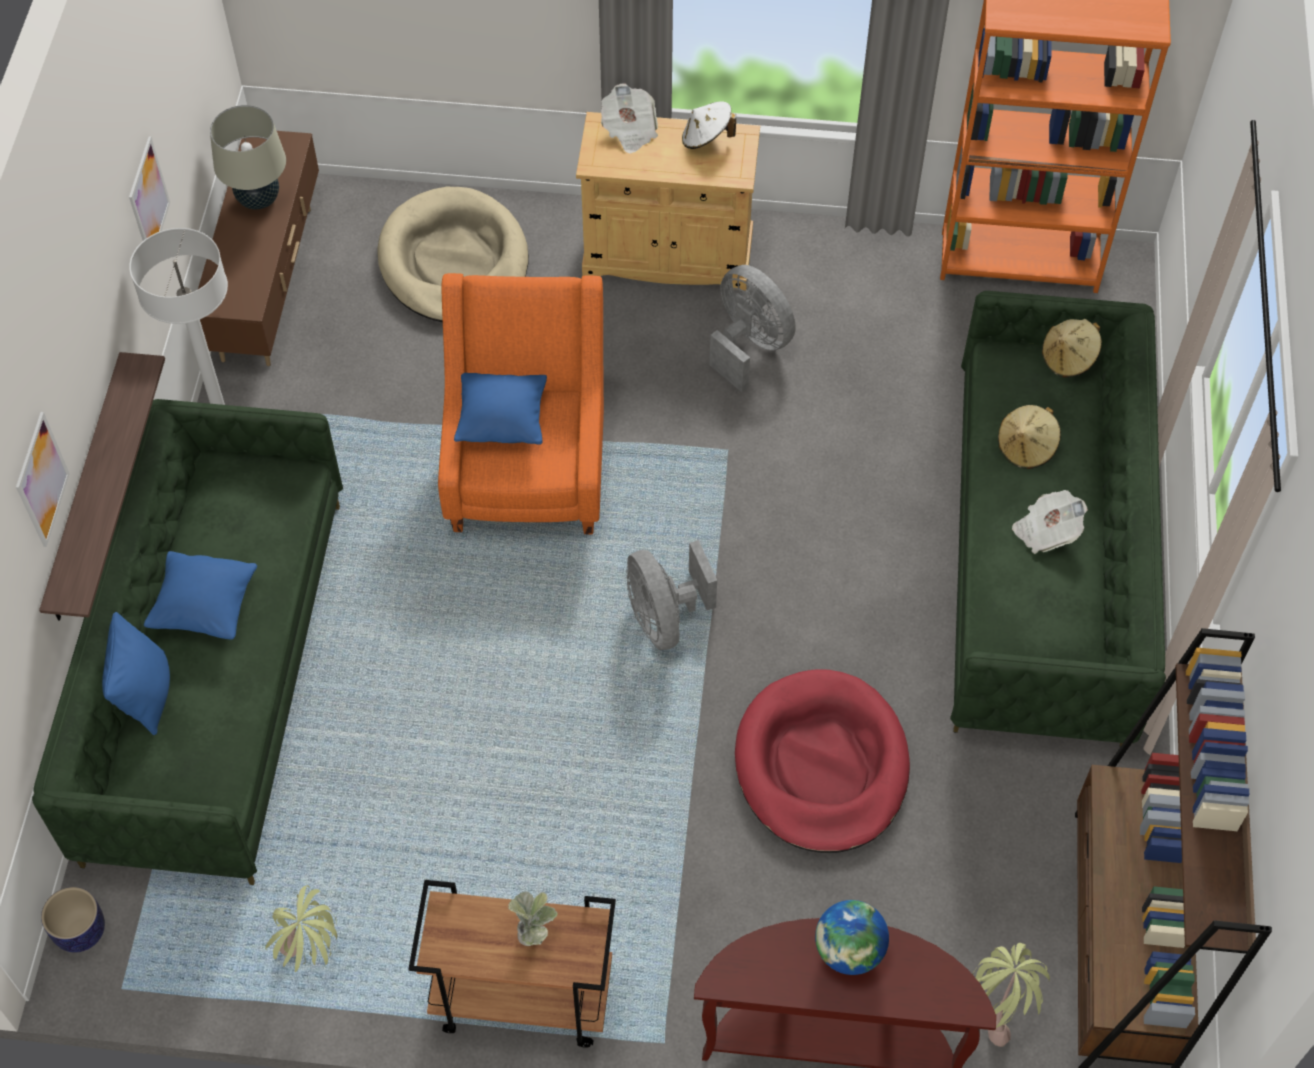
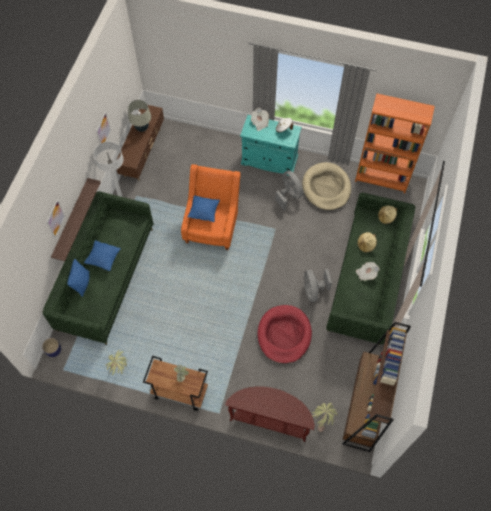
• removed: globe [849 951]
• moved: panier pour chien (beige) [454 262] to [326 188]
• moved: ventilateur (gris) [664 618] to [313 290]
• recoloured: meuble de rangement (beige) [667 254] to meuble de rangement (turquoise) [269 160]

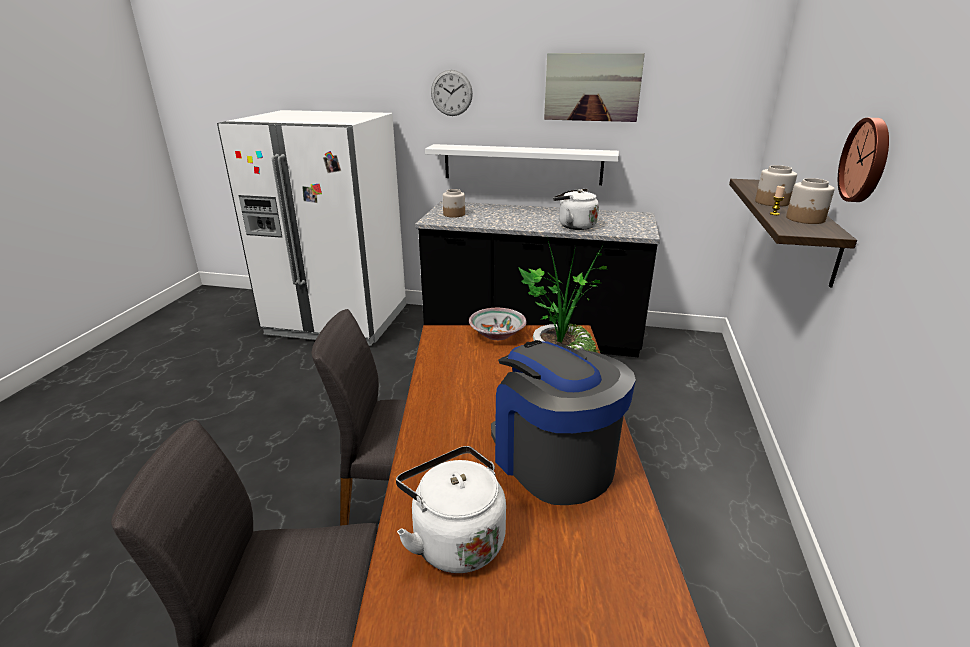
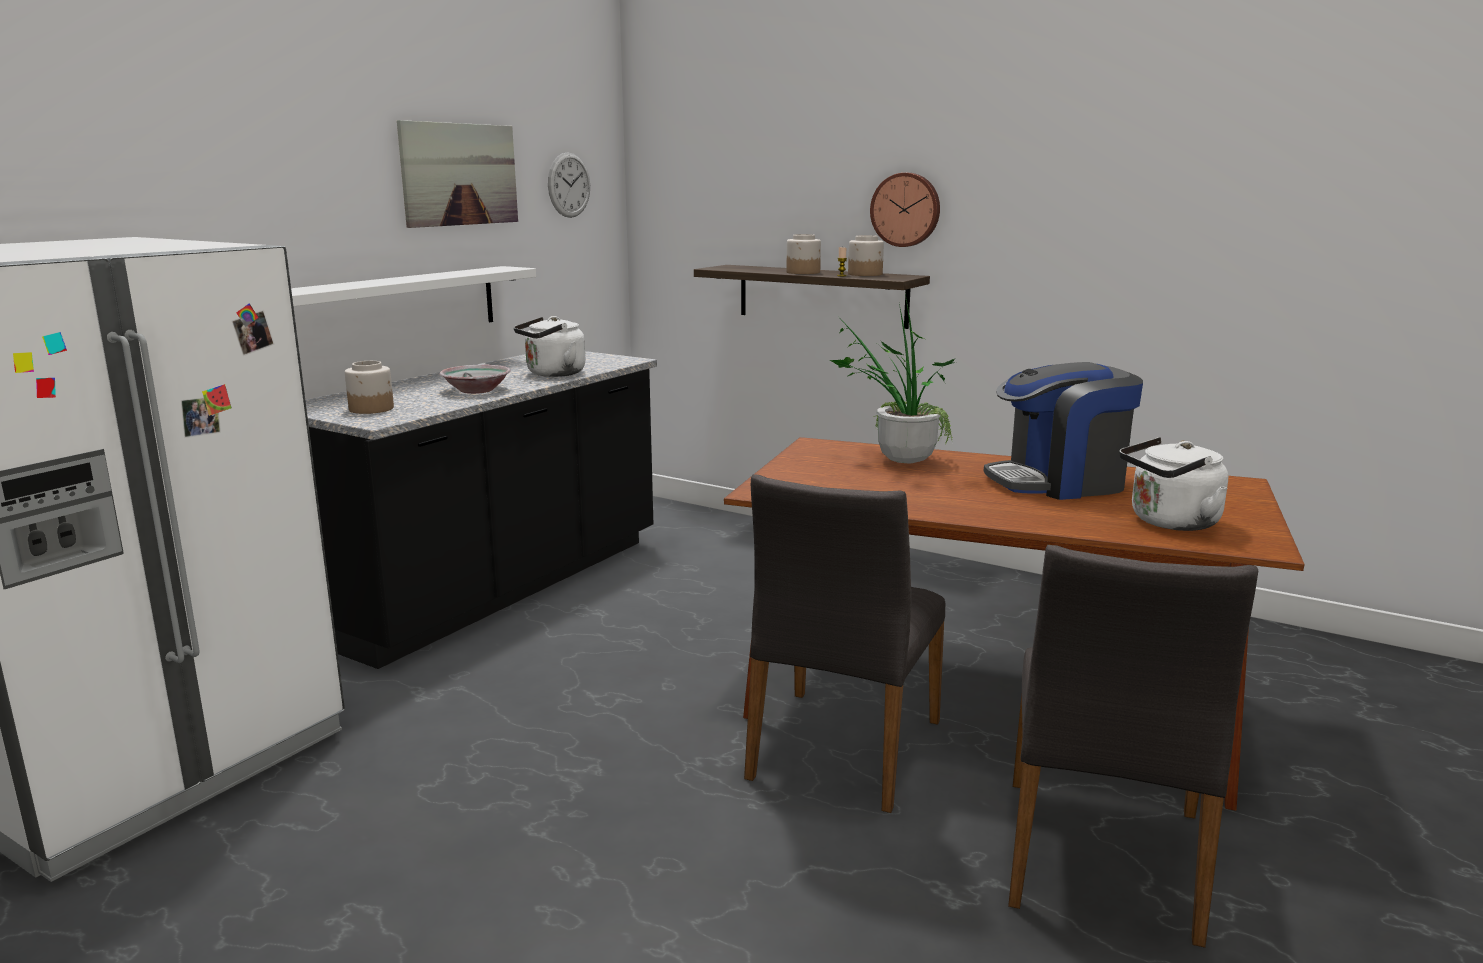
• moved: horloge murale [451 93] to [569 185]
• moved: bol [497 334] to [477 390]

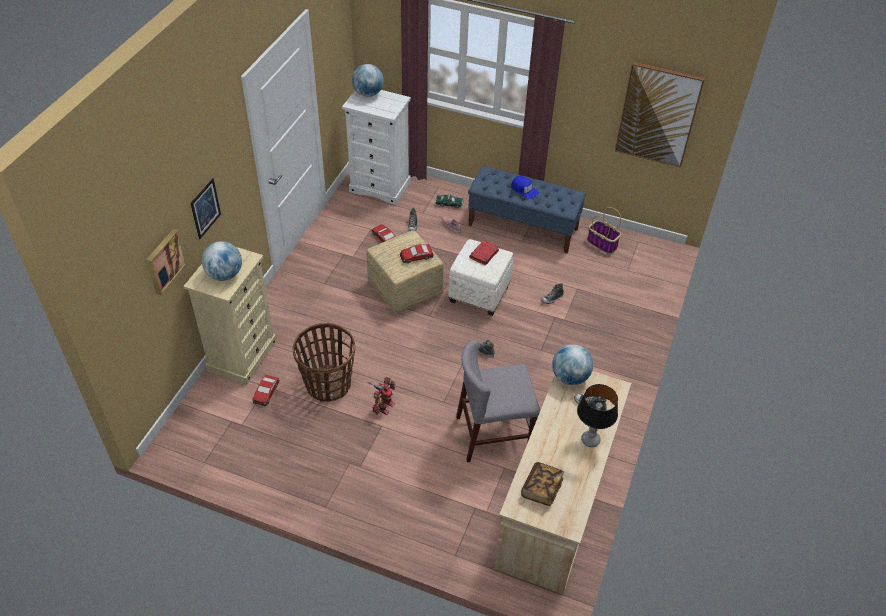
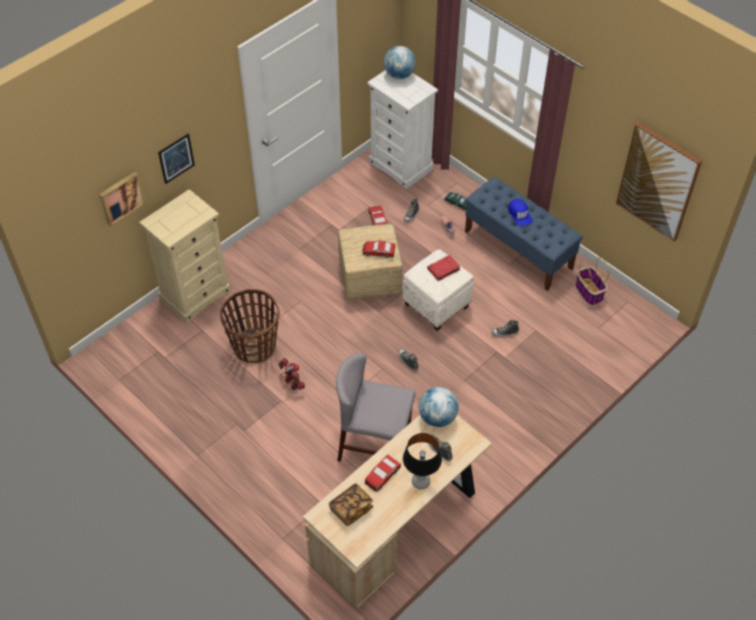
• removed: globe [225 274]
• moved: petite voiture [266 393] to [382 475]
• turned: robot jouet [384 406] = [292 383] 90 degrees counterclockwise

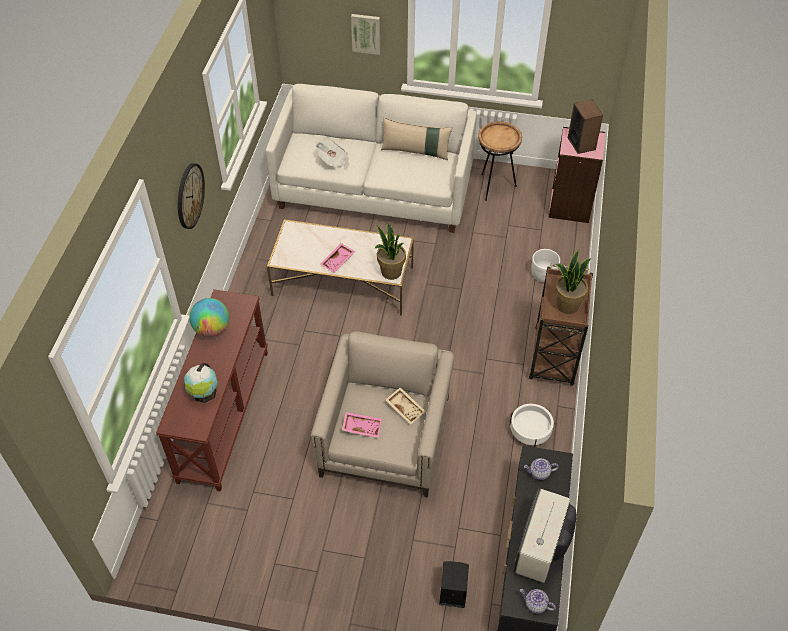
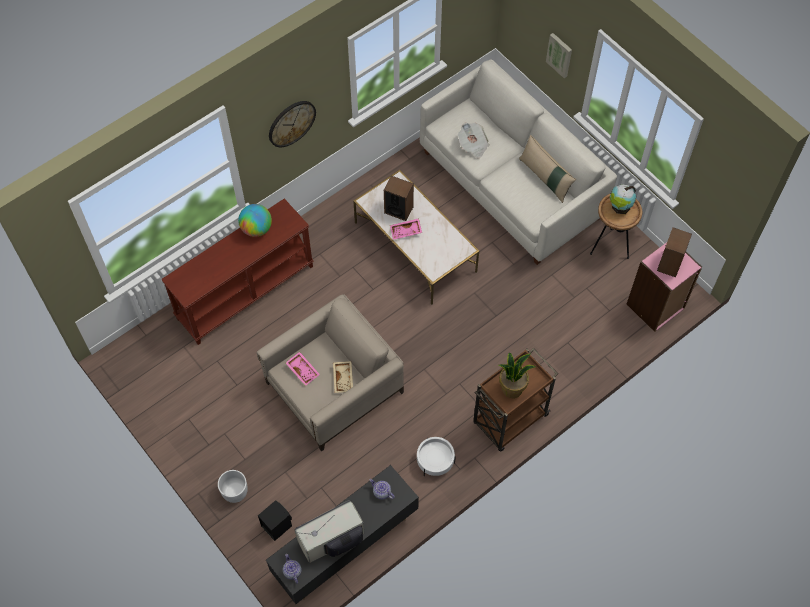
• removed: plante en pot [390 272]
• added: enceinte [398 209]
• moved: globe [204 394] to [620 207]
• moved: cache-pot (blanc) [543 275] to [234 492]

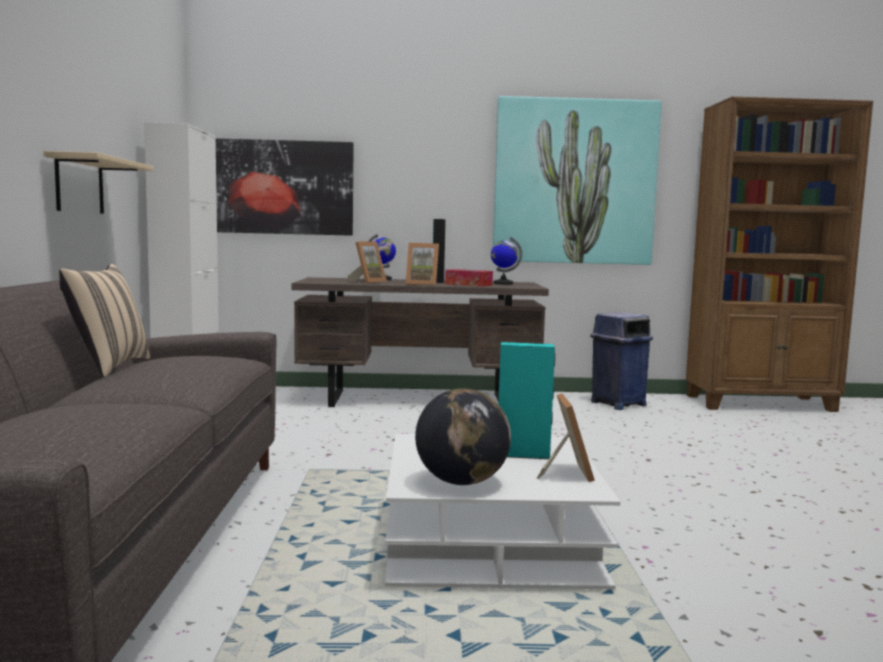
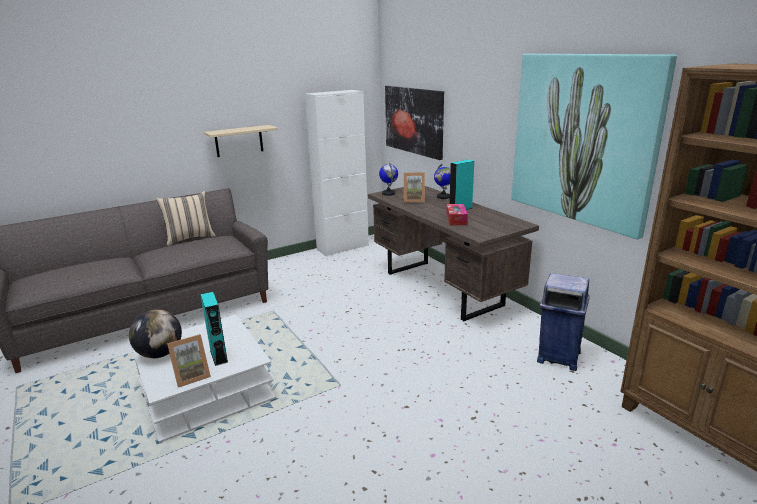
• removed: cadre photo [422 284]
• moved: globe [503 284] to [388 193]

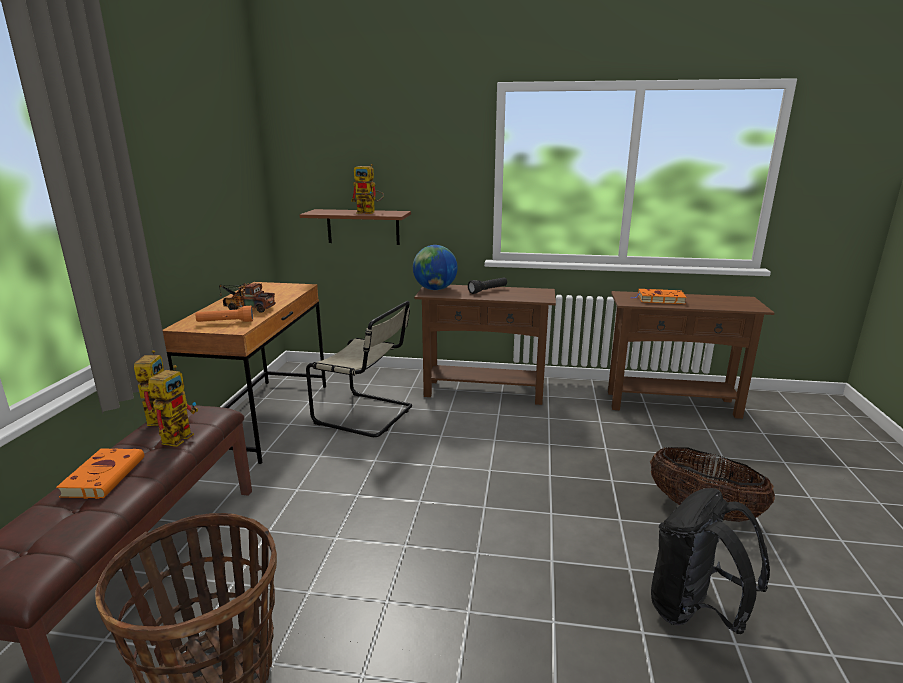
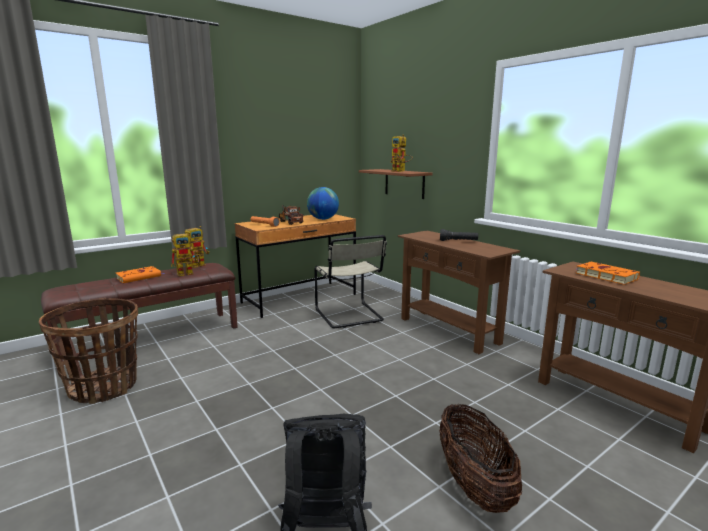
• moved: globe [435 289] to [323 219]

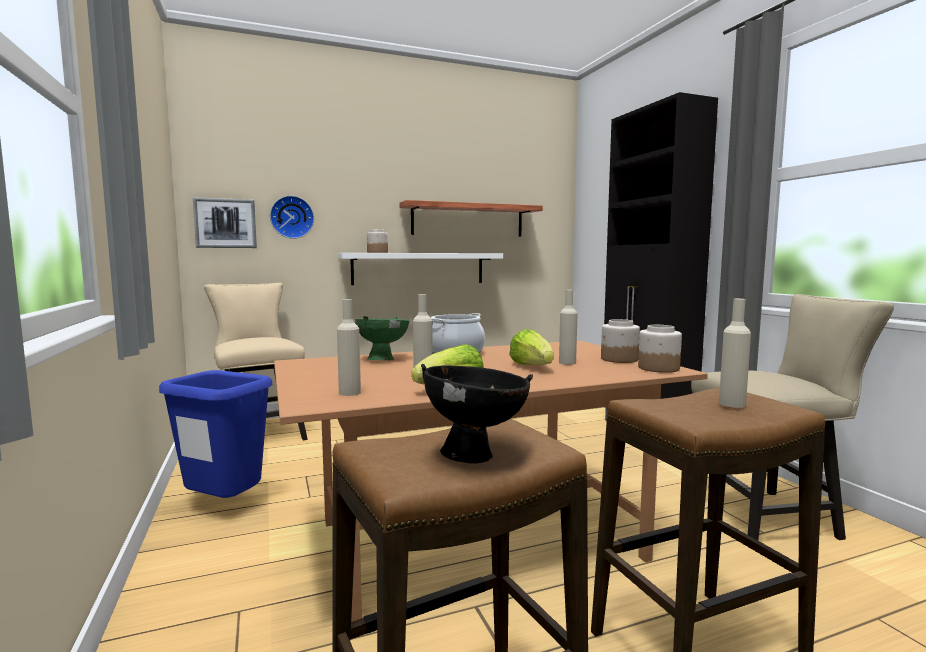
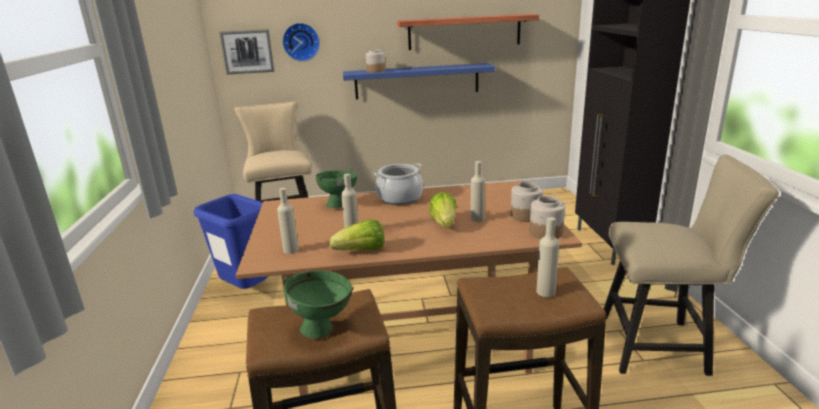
• recoloured: étagère (blanc) [419 268] to étagère (bleu) [417 81]
• recoloured: bol (noir) [478 455] to bol (vert) [324 330]

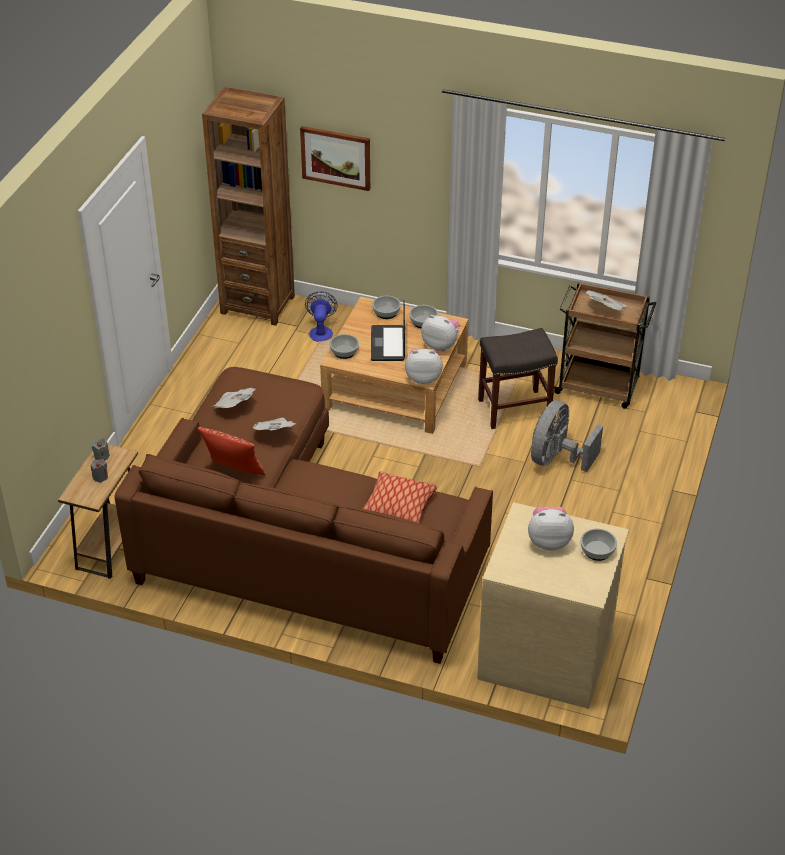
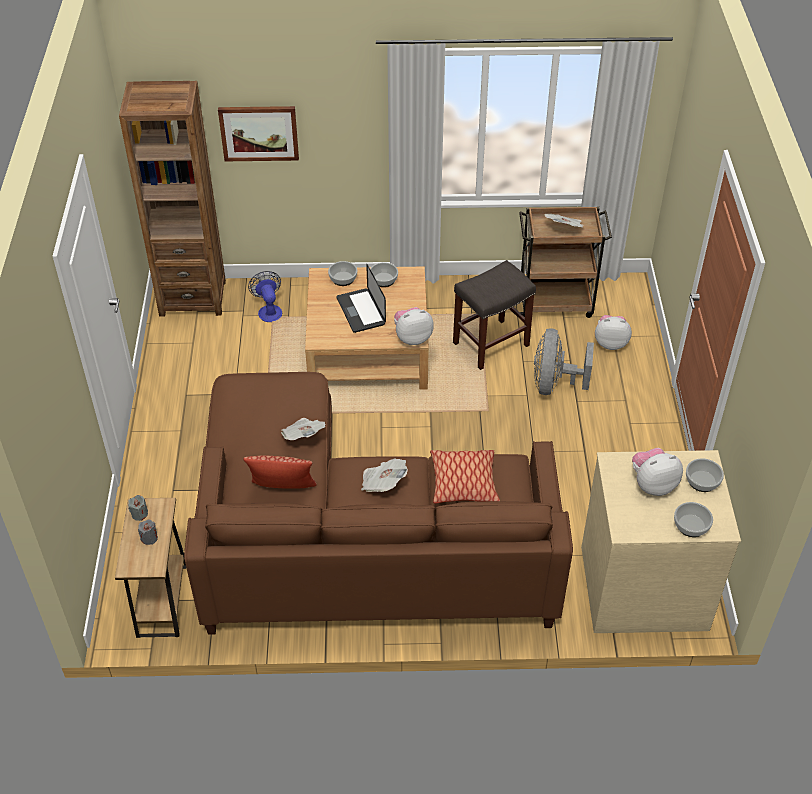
• moved: journal [234 406] to [383 483]
• moved: bol [344 351] to [690 525]
• moved: peluche [441 345] to [610 343]

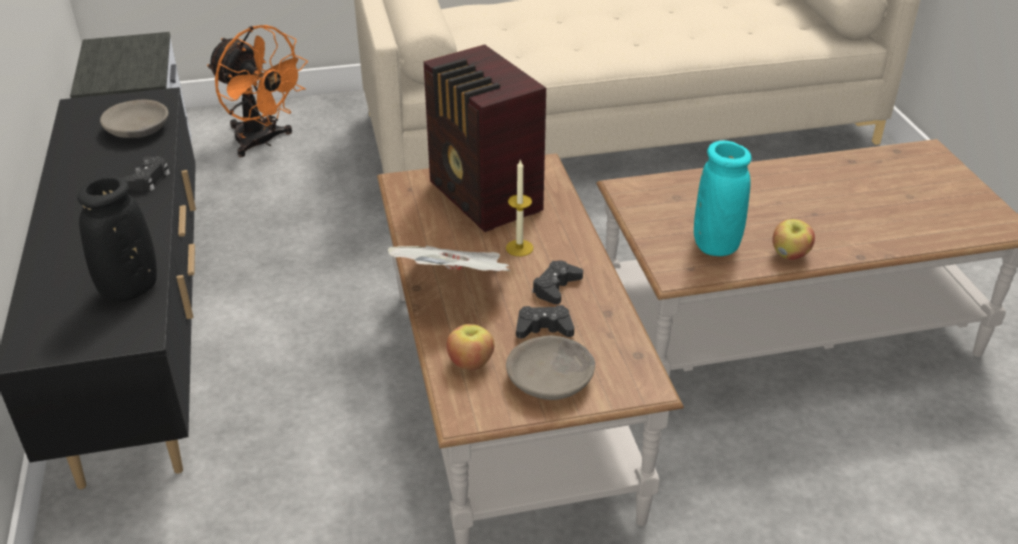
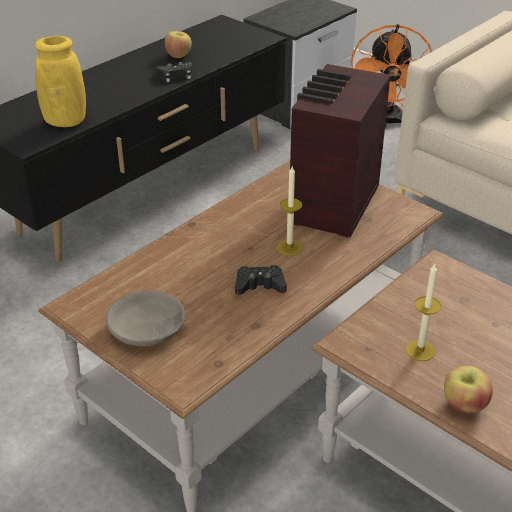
• removed: bol (gris) [137 129]
• removed: journal [455 283]
• removed: manette (noir) [544 328]
• moved: pomme [471 362] to [178 55]
• replaced: vase (turquoise) [715 245] to bougie [420 350]
• recoloured: vase (noir) [130 288] to vase (jaune) [65 121]

